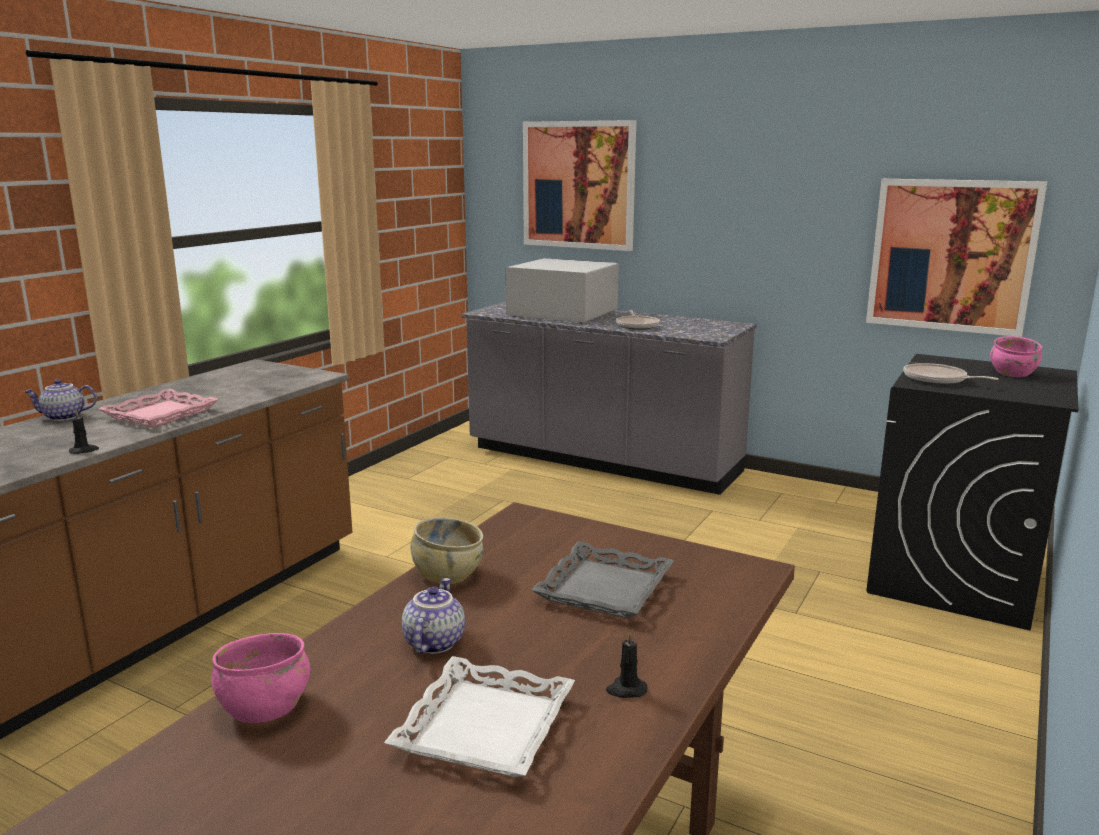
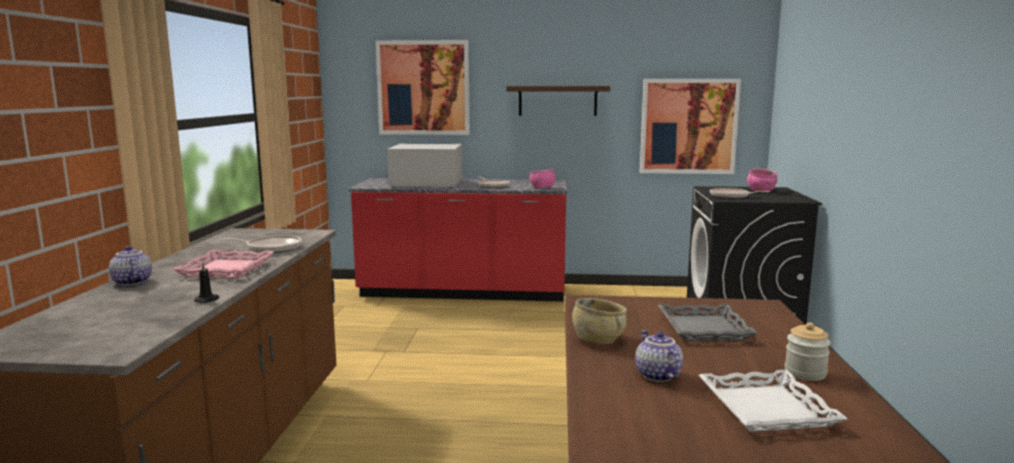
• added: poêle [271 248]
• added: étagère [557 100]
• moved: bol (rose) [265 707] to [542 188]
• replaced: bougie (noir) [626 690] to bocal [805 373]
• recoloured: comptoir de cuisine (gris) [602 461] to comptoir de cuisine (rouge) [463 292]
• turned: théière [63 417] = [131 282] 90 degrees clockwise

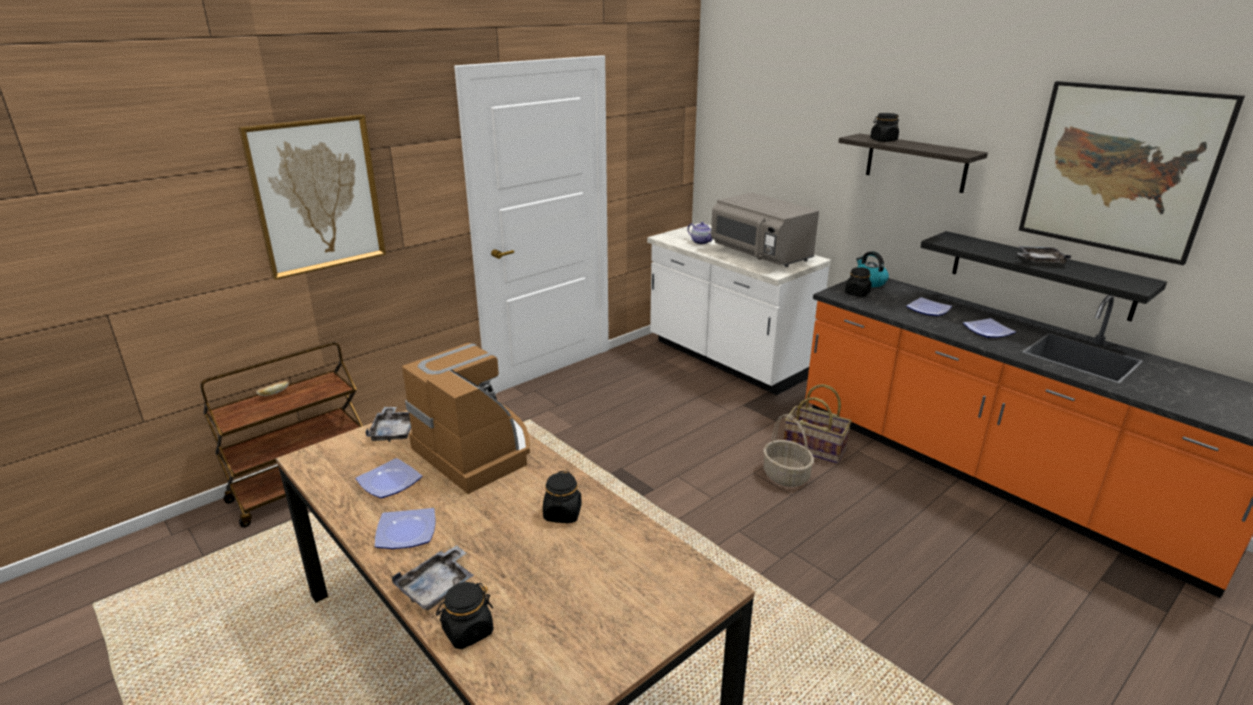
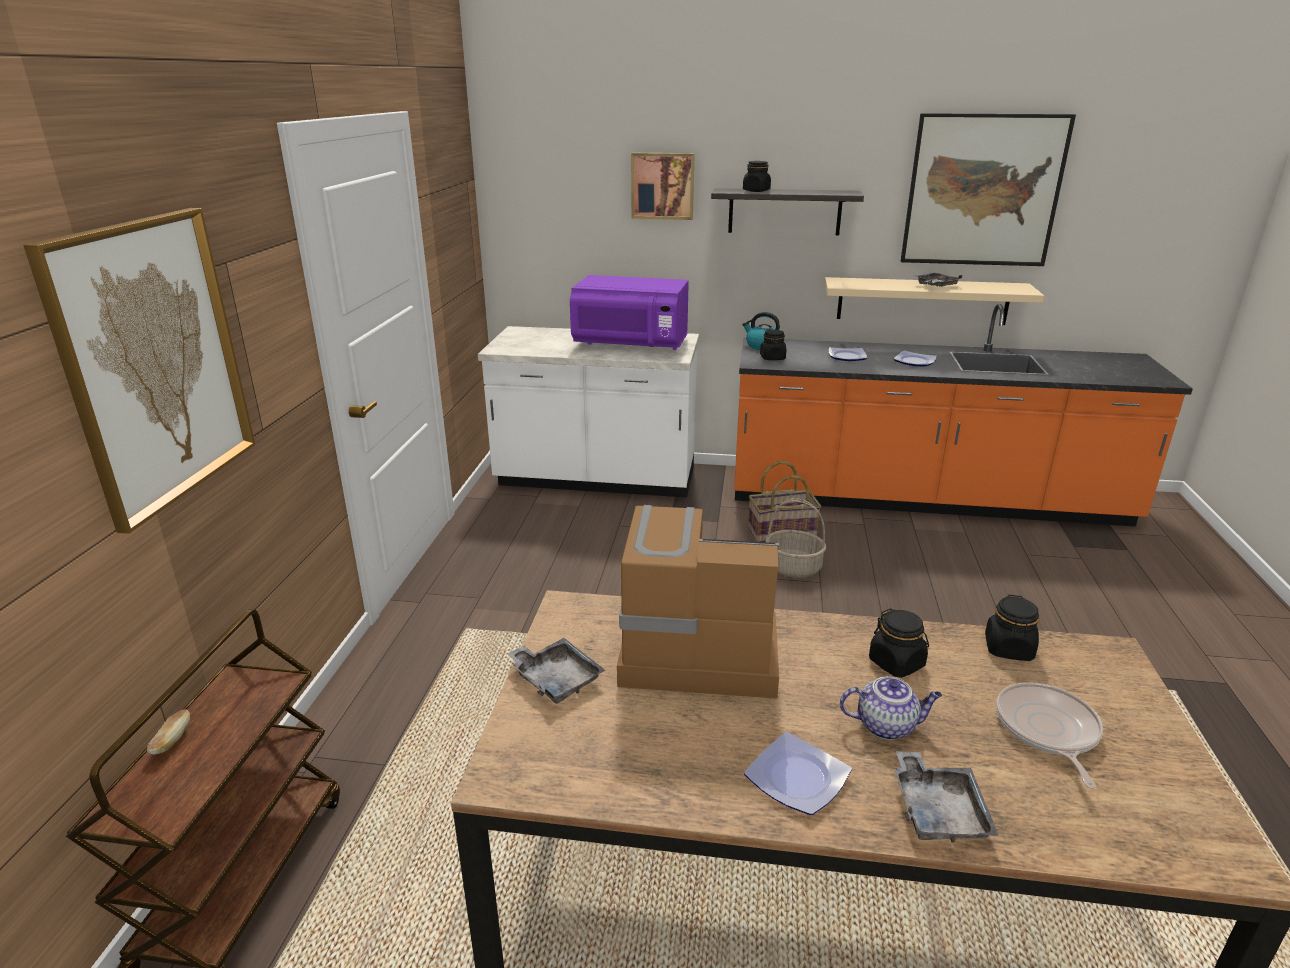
• removed: assiette [388 482]
• added: tableau [662 186]
• added: poêle [1047 730]
• moved: bocal (noir) [467 631] to [1008 649]
• moved: théière [701 242] to [887 725]
• recoloured: micro-ondes (gris) [760 255] to micro-ondes (violet) [631 344]
• recoloured: étagère (noir) [1040 274] to étagère (beige) [922 301]

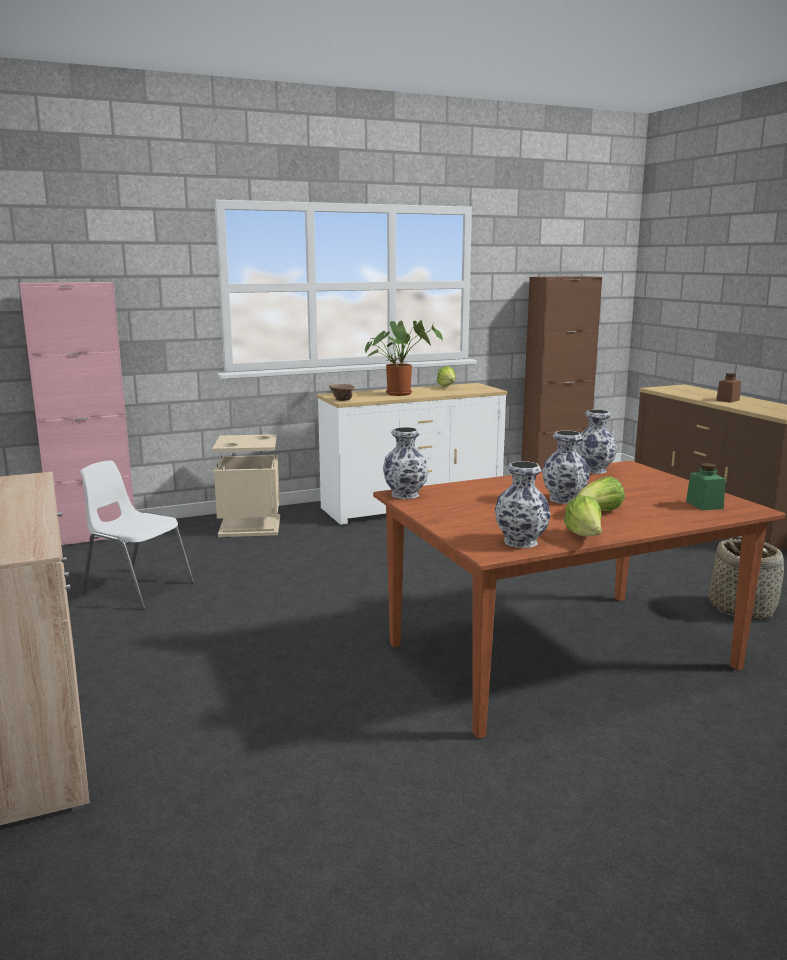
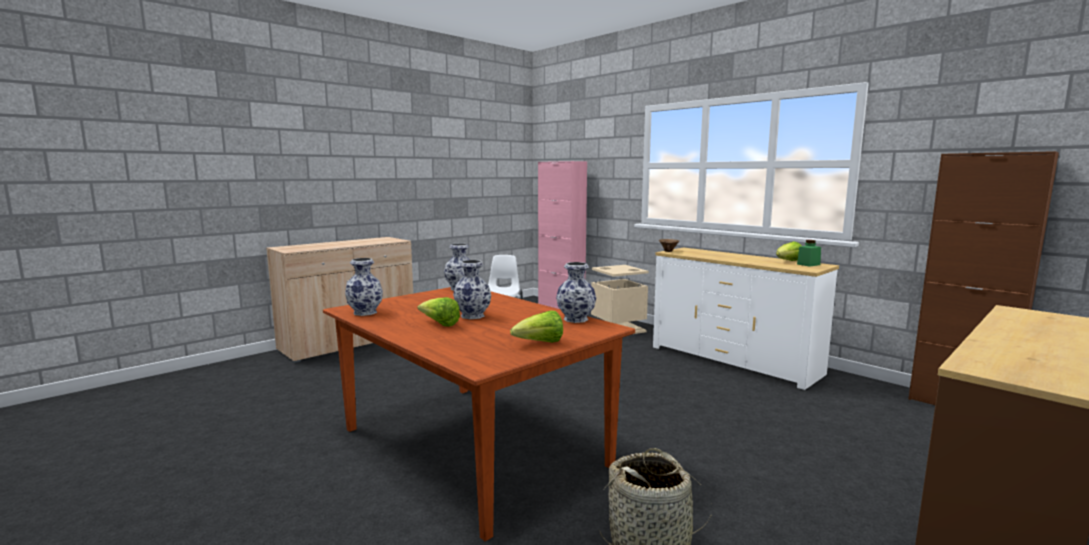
• removed: plante en pot [401 393]
• removed: bocal (marron) [727 400]
• moved: laitue [585 536] to [540 343]
• moved: bocal (vert) [704 505] to [808 264]

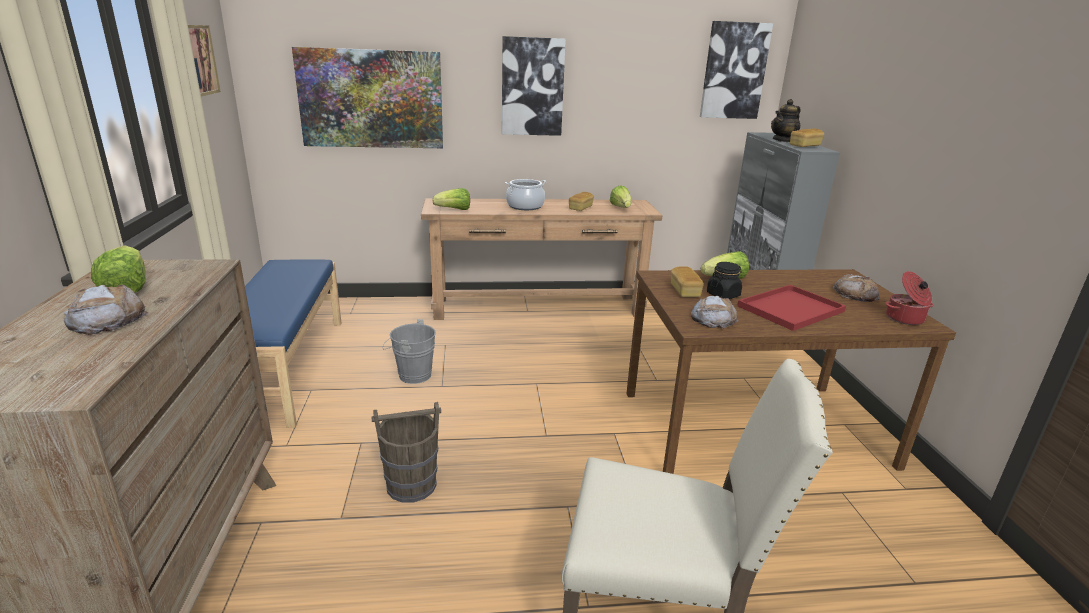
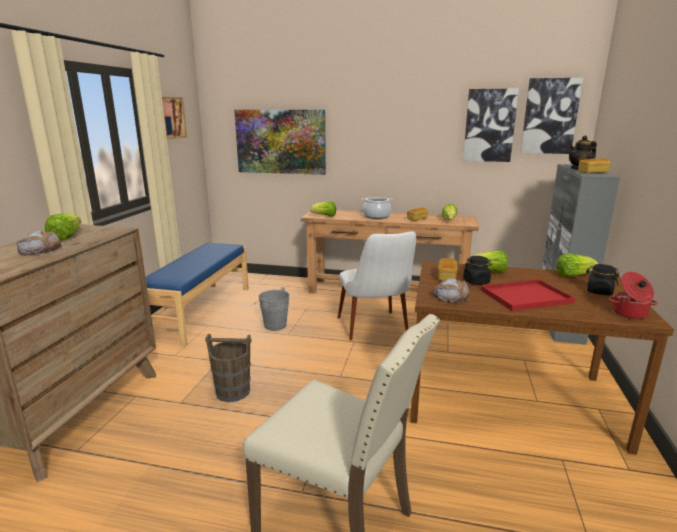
• added: chaise (blanc) [375 331]
• added: laitue [573 275]
• moved: tableau [532 87] to [489 125]
• replaced: pain [855 294] to bocal (noir) [599 292]

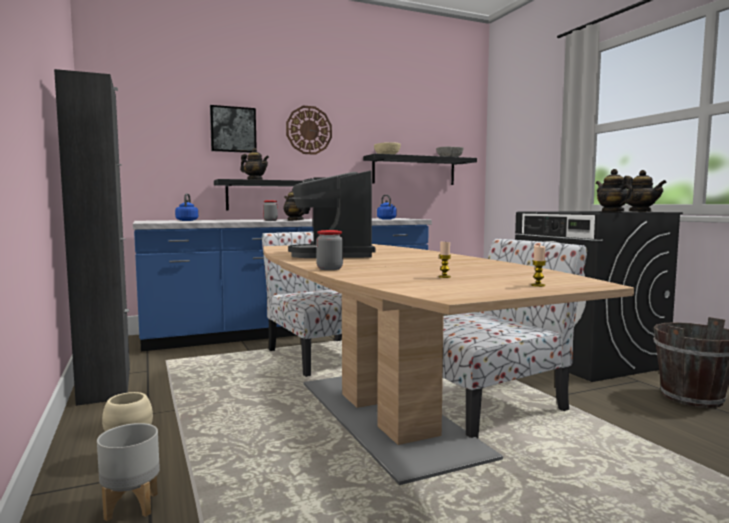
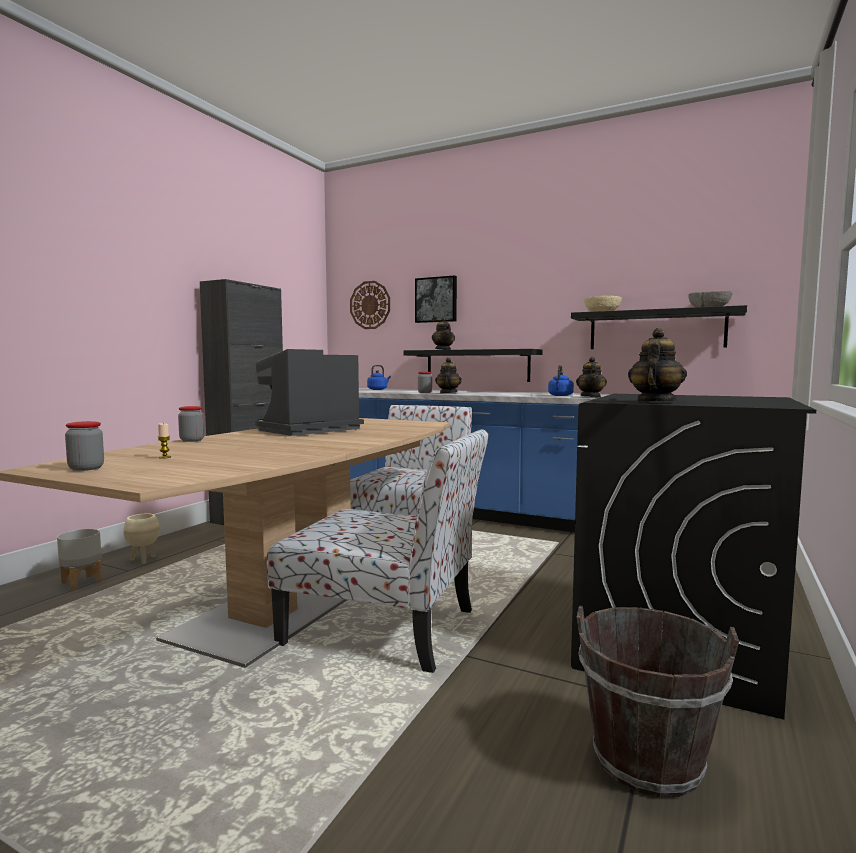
• removed: bougie [538 285]
• added: bocal [86 468]
• moved: horloge murale [309 130] to [370 305]
• moved: théière [640 211] to [591 396]

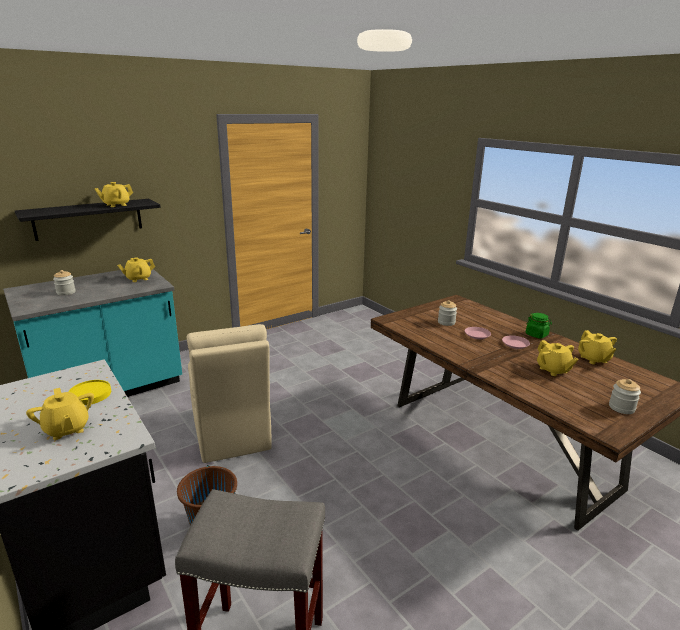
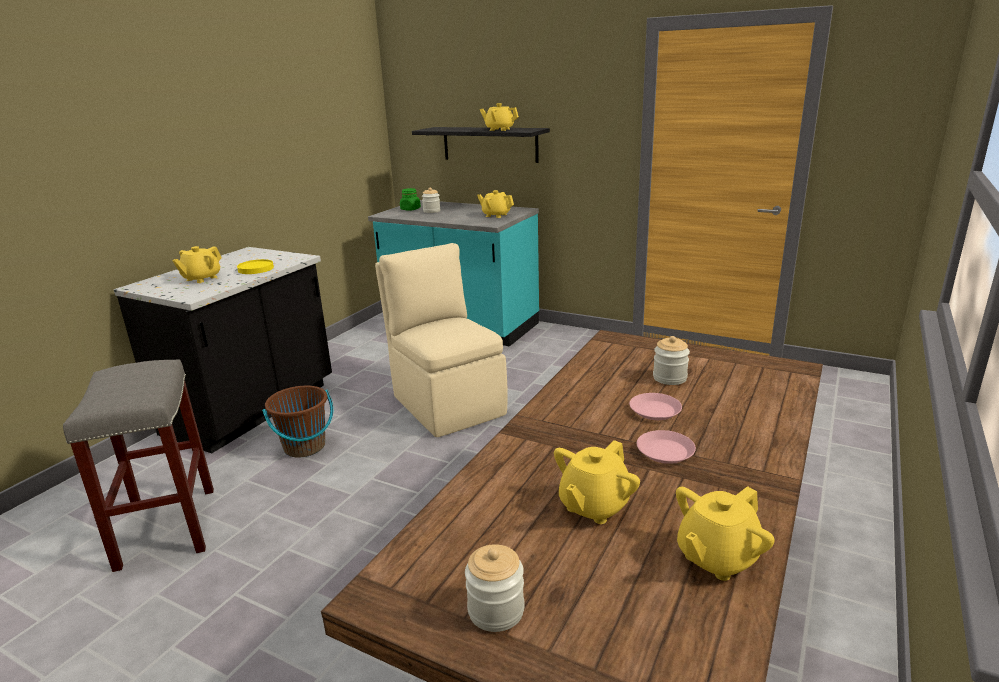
• moved: bocal (vert) [536 335] to [410 209]
• turned: chaise (beige) [231 433] = [447 404] 105 degrees clockwise

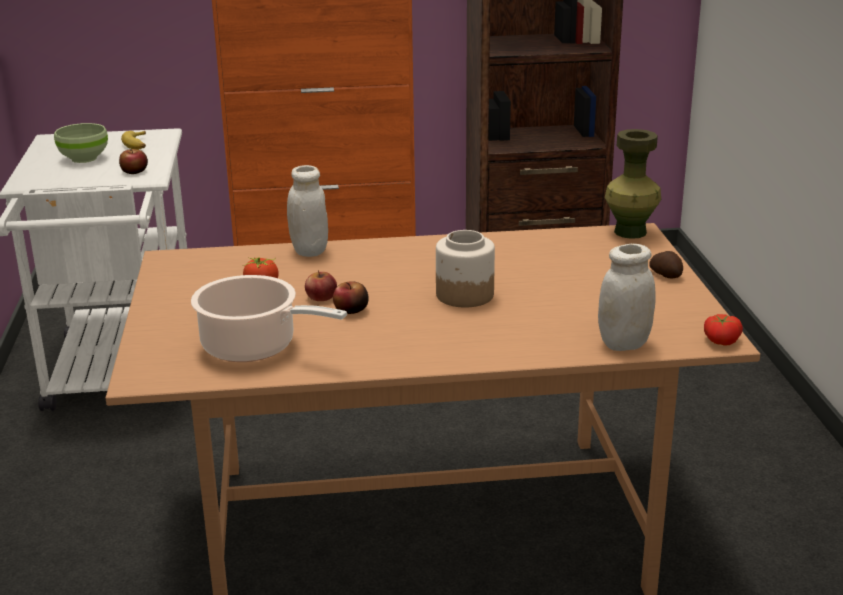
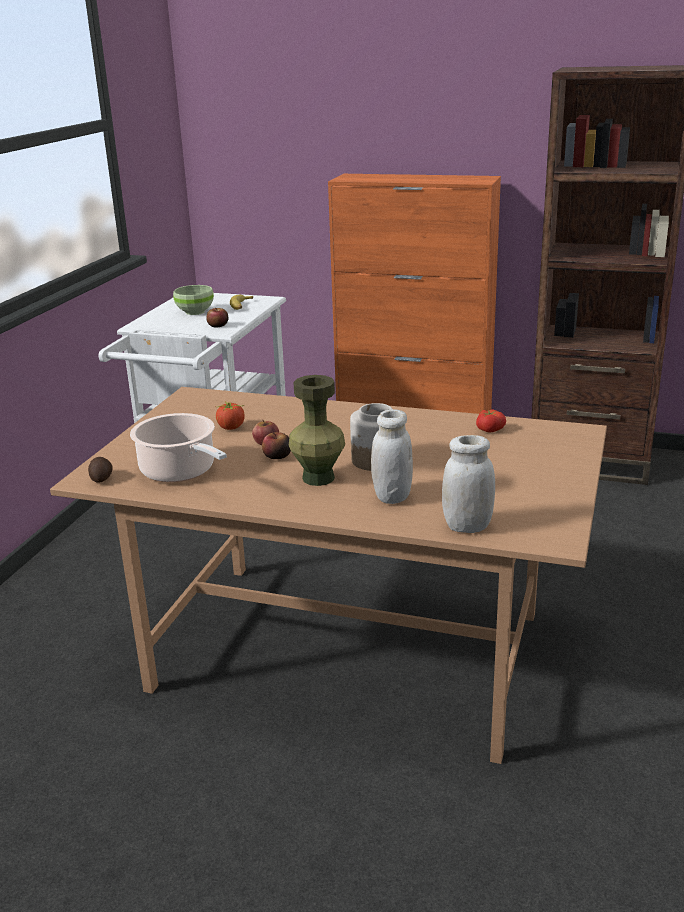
• moved: bocal (blanc) [309 251] to [392 496]
• moved: vase (vert) [630 232] to [318 478]
• moved: pomme de terre [666 274] to [102 478]
• moved: tomate [720 341] to [489 429]

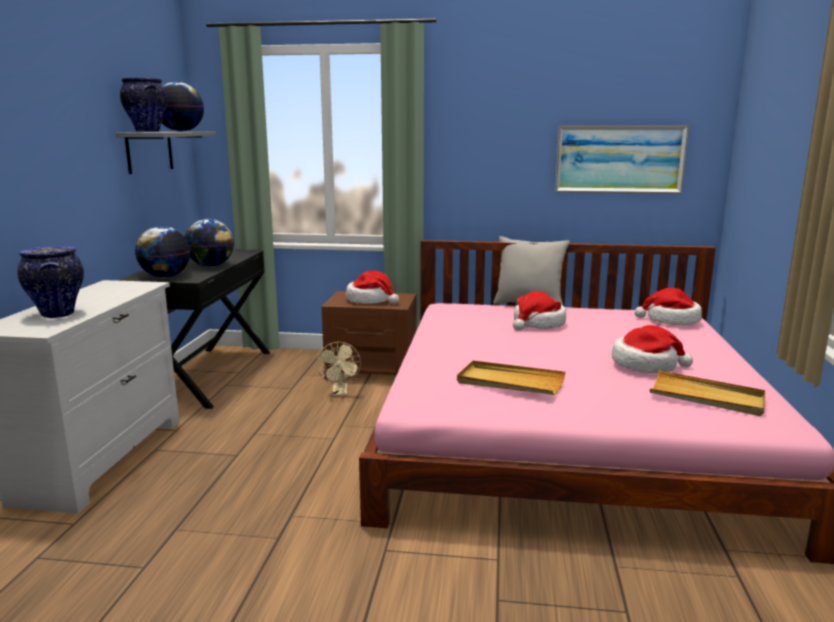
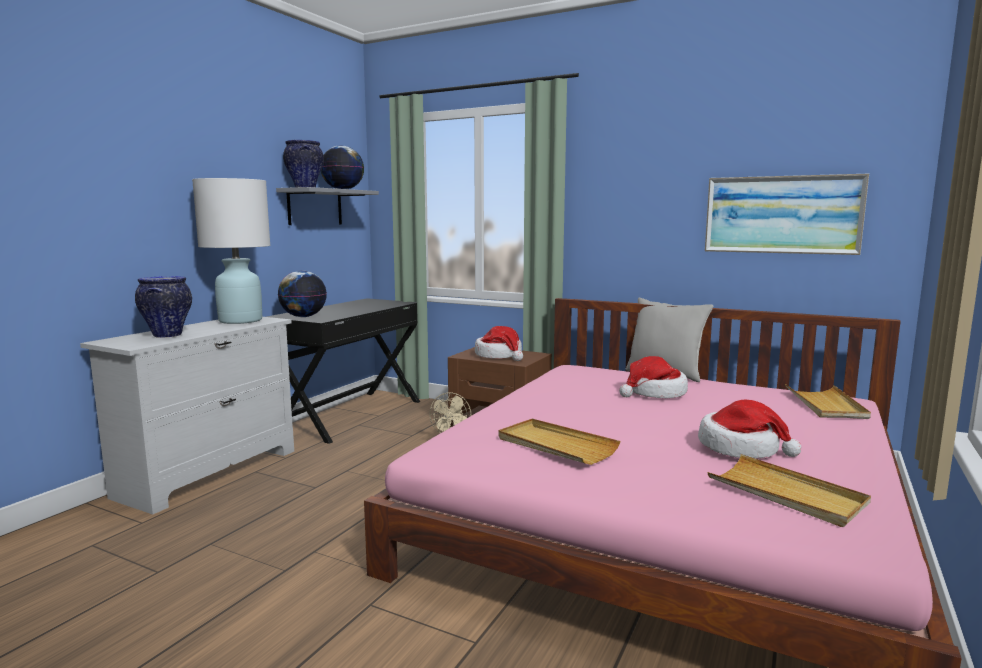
• removed: globe [211 266]
• added: lampe de table (blanc) [240 320]
• replaced: chapeau [671 320] to plateau (beige) [825 405]

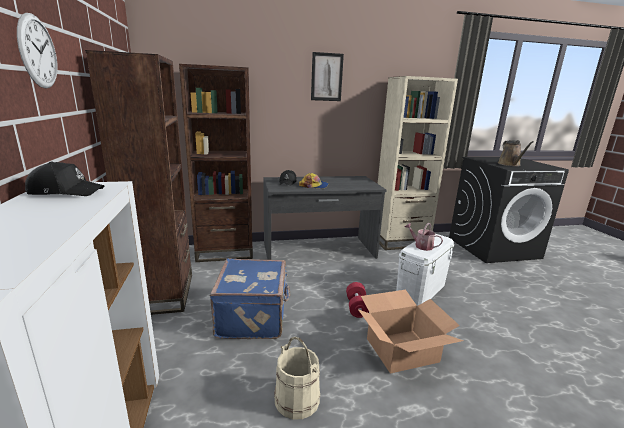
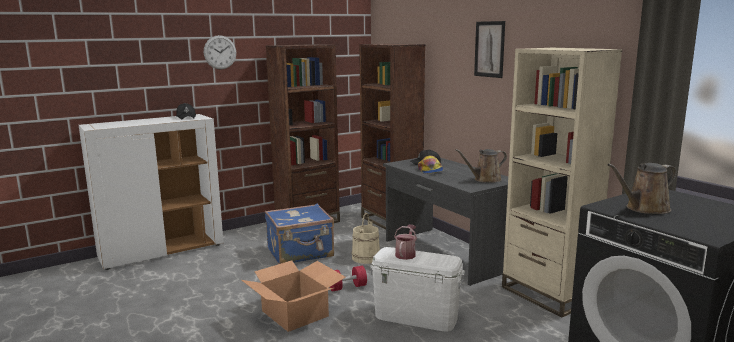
• added: arrosoir (marron) [485 179]
• moved: seau (beige) [296 399] to [365 257]

